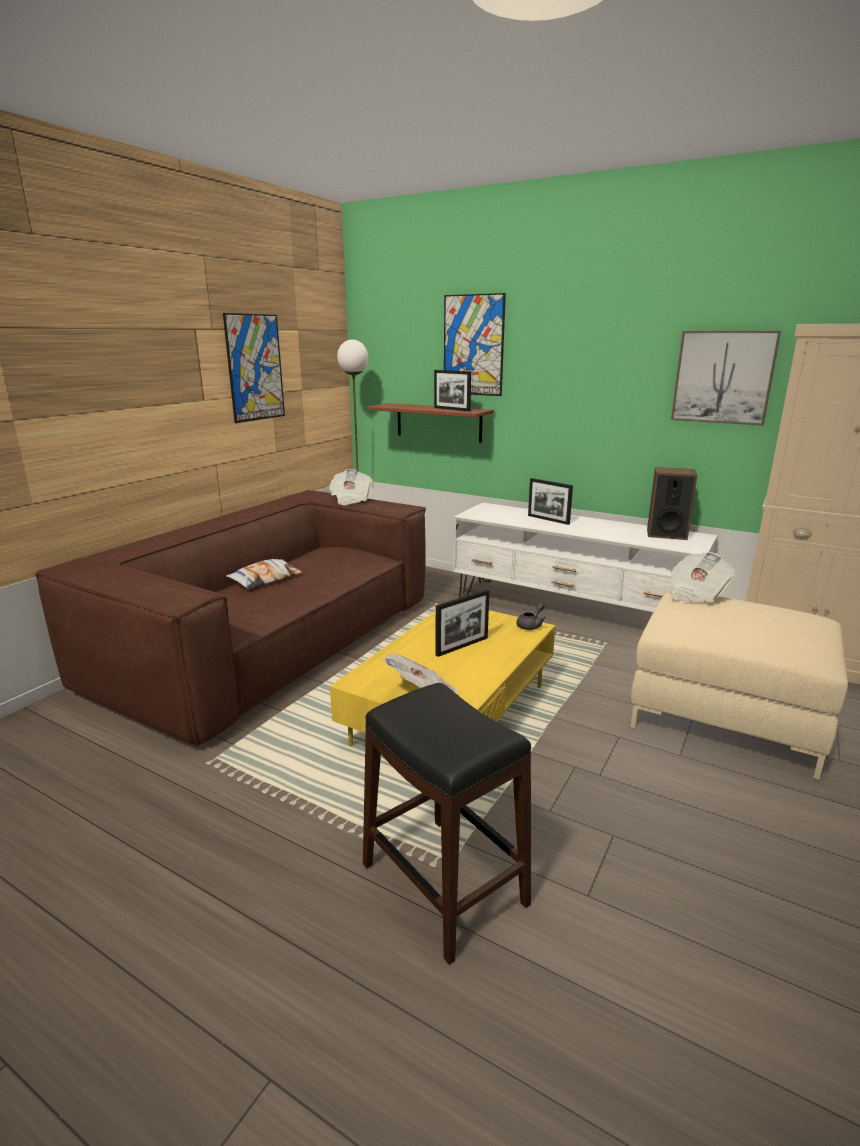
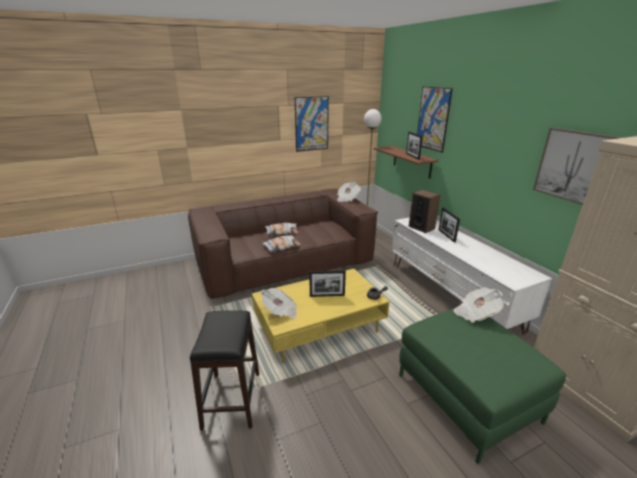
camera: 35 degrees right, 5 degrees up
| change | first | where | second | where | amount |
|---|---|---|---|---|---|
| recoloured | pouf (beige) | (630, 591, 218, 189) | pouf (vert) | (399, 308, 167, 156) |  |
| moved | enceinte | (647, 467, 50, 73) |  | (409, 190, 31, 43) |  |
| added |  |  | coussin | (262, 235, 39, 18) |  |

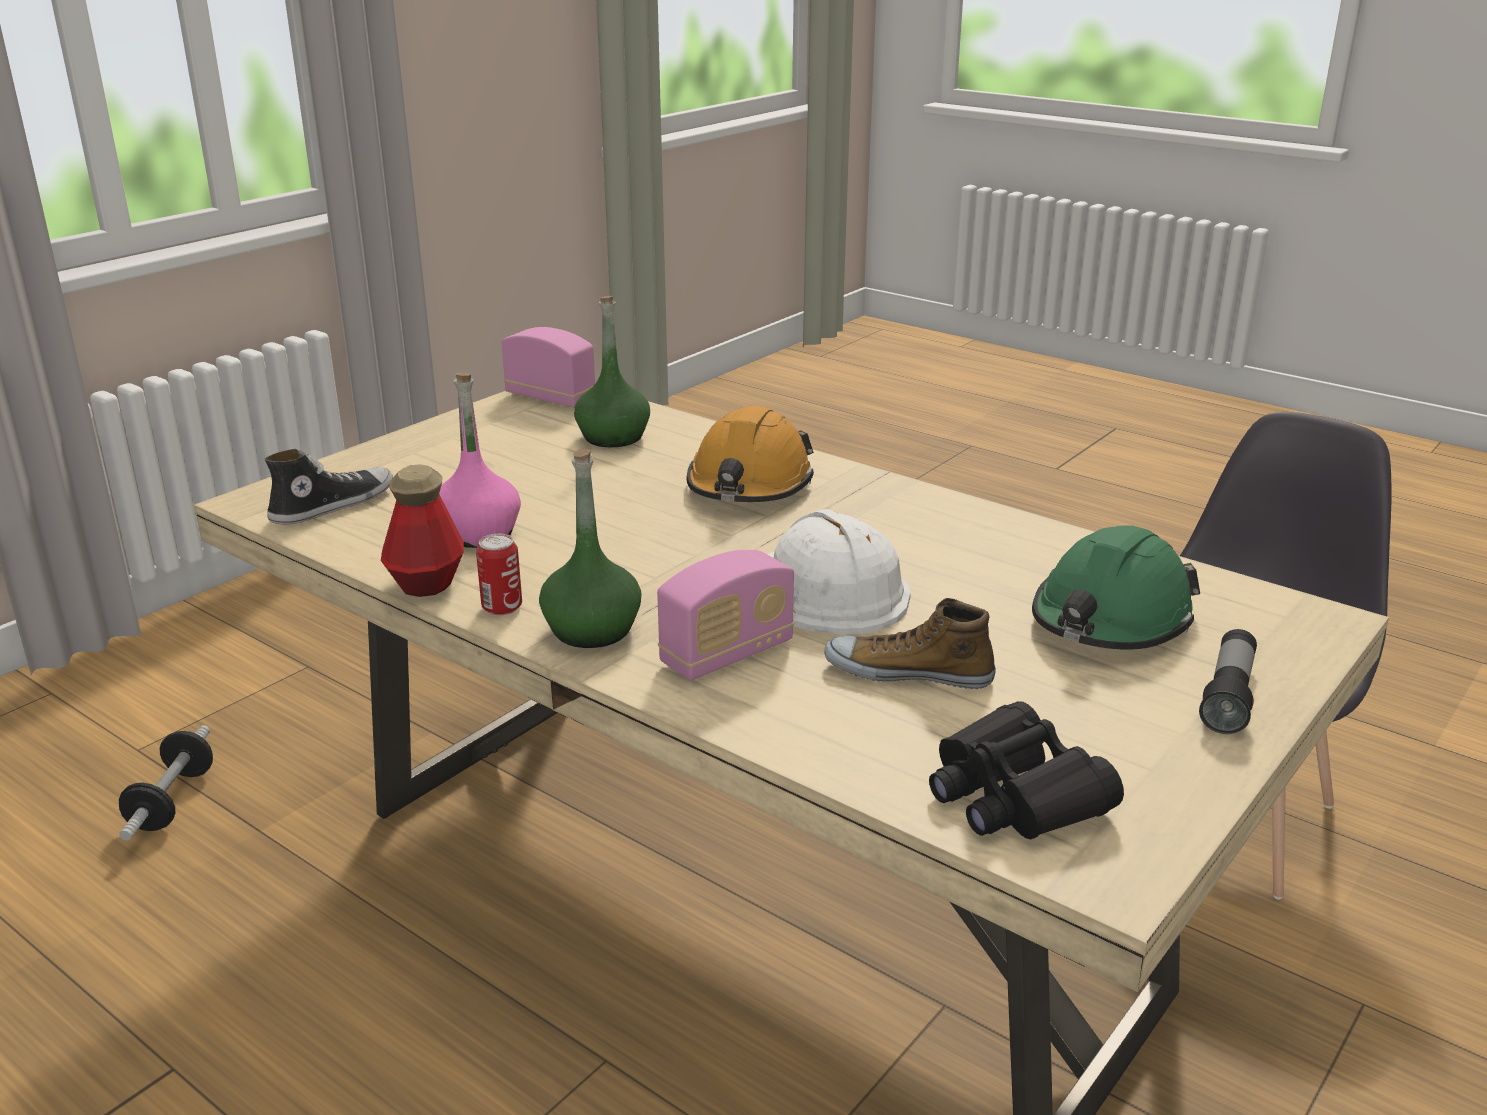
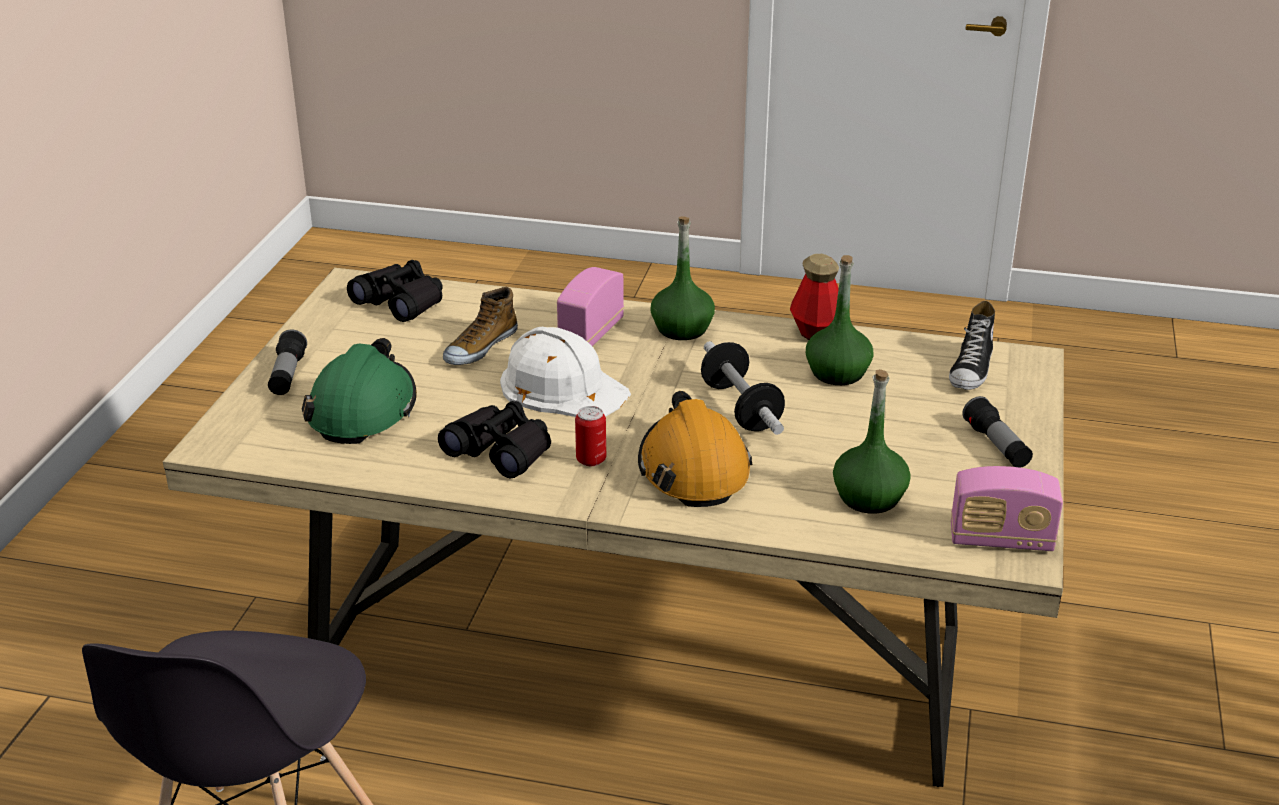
camera: 155 degrees right, 5 degrees up
| change | first | where | second | where | amount |
|---|---|---|---|---|---|
| moved | haltère | (119, 725, 94, 116) |  | (701, 341, 84, 94) |  |
| recoloured | bouteille (rose) | (439, 372, 82, 176) | bouteille (vert) | (806, 255, 68, 130) |  |
| moved | boîte métallique | (476, 534, 46, 81) |  | (575, 406, 31, 60) |  |
| turned | chaussure | (824, 598, 172, 91) |  | (443, 287, 75, 78) | 135 degrees clockwise |
| added |  |  | jumelles (noir) | (438, 401, 113, 77) |  |
| added |  |  | lampe de poche | (962, 396, 71, 72) |  |

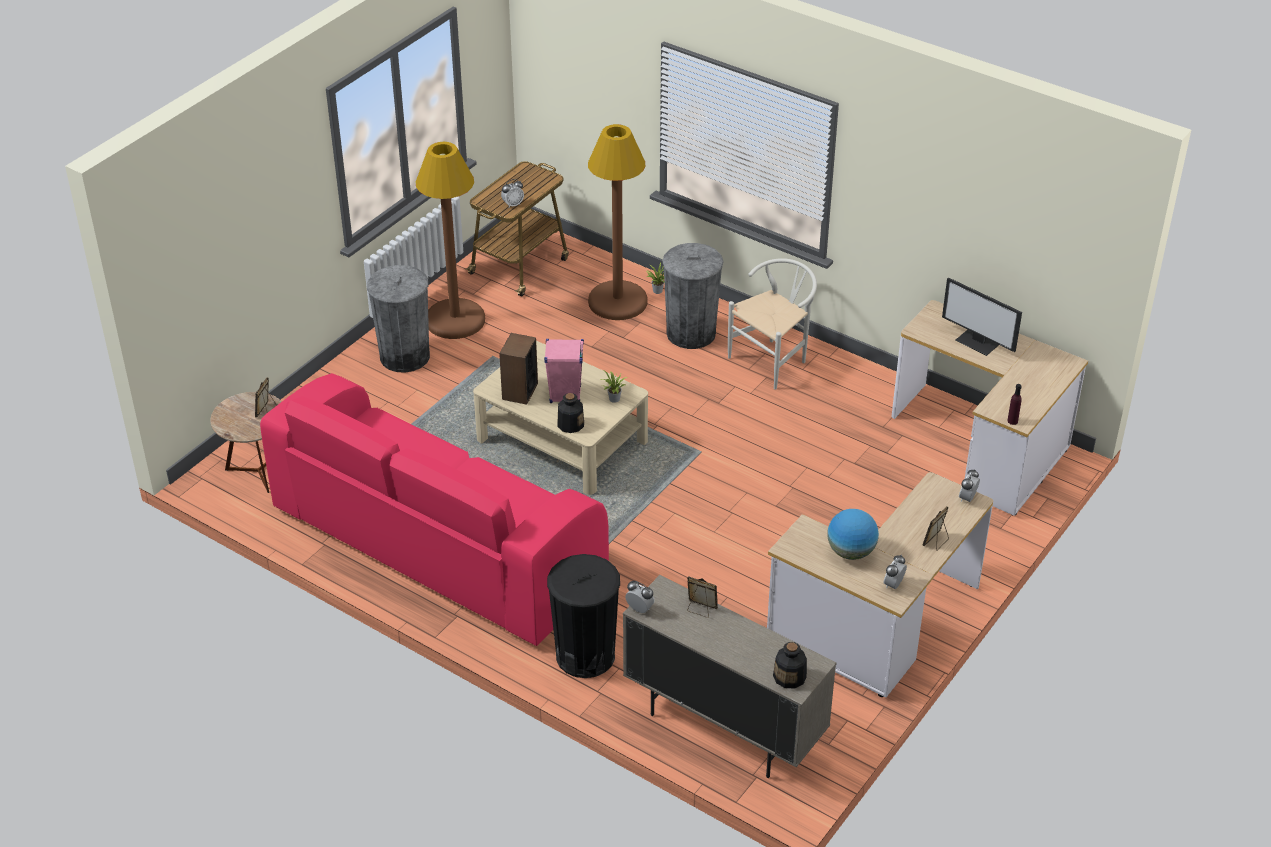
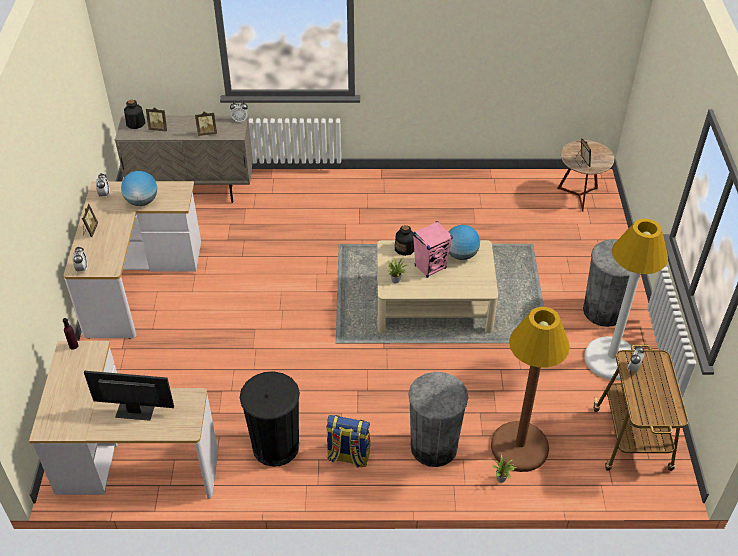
camera: 145 degrees right, 5 degrees up
| change | first | where | second | where | amount |
|---|---|---|---|---|---|
| removed | canapé (rose) | (260, 373, 349, 273) |  |  |  |
| recoloured | lampadaire (marron) | (416, 142, 69, 197) | lampadaire (blanc) | (584, 219, 84, 161) |  |
| replaced | enceinte | (499, 333, 39, 72) | globe | (449, 225, 31, 35) |  |
| moved | poubelle (noir) | (547, 554, 73, 124) |  | (240, 371, 60, 96) |  |
| replaced | chaise (blanc) | (728, 258, 89, 131) | sac à dos | (326, 415, 44, 53) |  |
| added |  |  | cadre photo | (146, 107, 21, 24) |  |

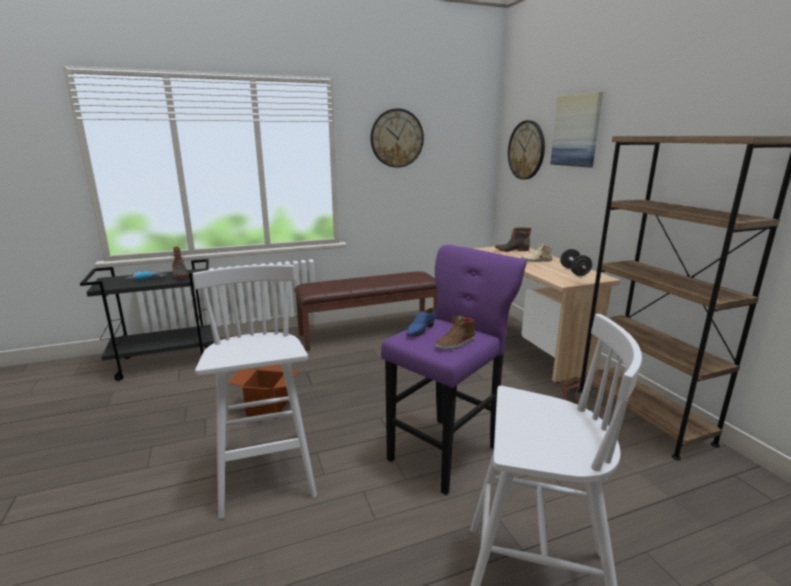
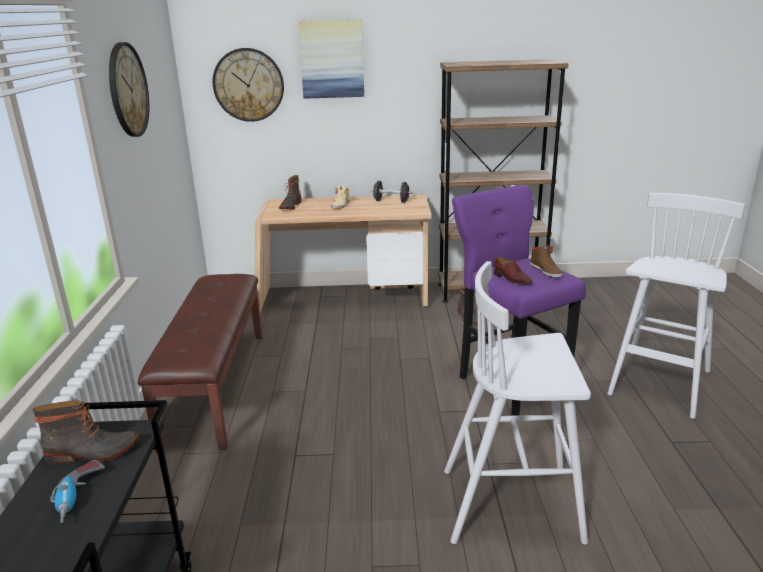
camera: 70 degrees left, 5 degrees up
| change | first | where | second | where | amount |
|---|---|---|---|---|---|
| removed | carton | (228, 364, 71, 55) |  |  |  |
| recoloured | chaussure (bleu) | (406, 308, 30, 29) | chaussure (marron) | (494, 257, 38, 28) |  |

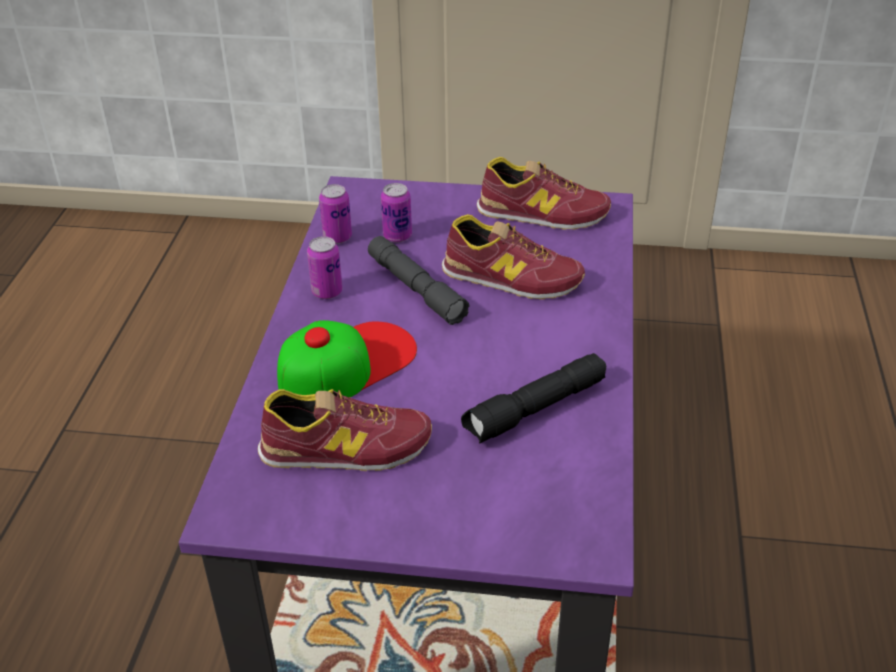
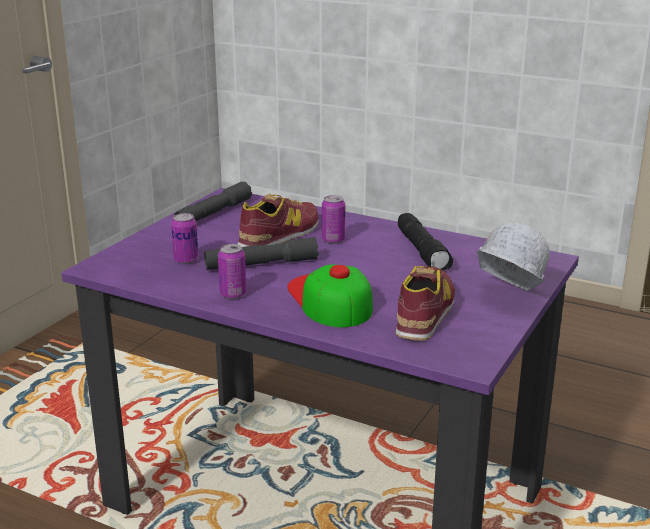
camera: 70 degrees left, 15 degrees down
| change | first | where | second | where | amount |
|---|---|---|---|---|---|
| moved | boîte métallique | (319, 184, 33, 60) |  | (322, 195, 23, 49) |  |
| replaced | chaussure | (477, 157, 134, 73) | lampe de poche (gris) | (174, 182, 78, 40) |  |
| added |  |  | casque de chantier (blanc) | (477, 222, 72, 69) |  |

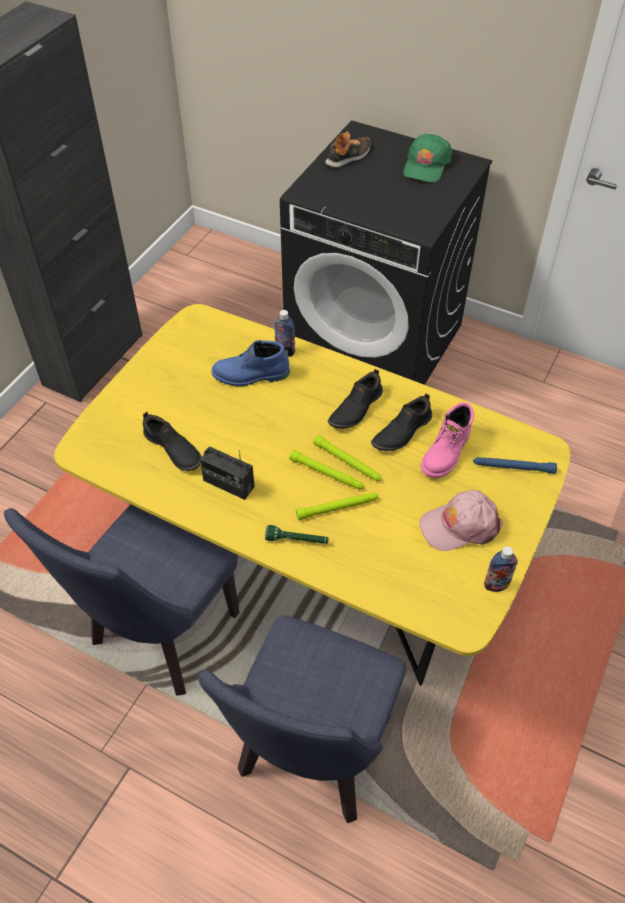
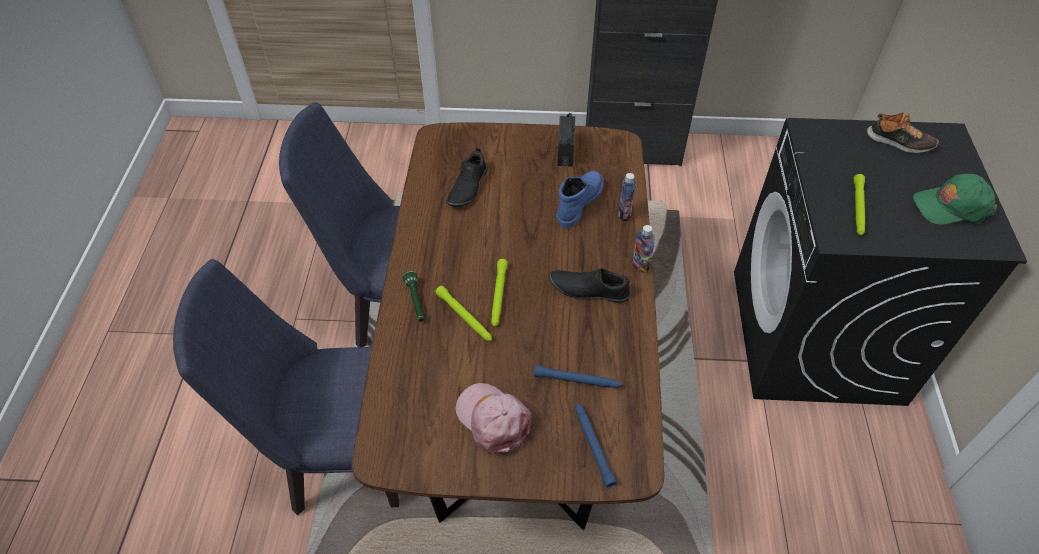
camera: 65 degrees right, 0 degrees up
| change | first | where | second | where | amount |
|---|---|---|---|---|---|
| recoloured | table à manger (jaune) | (54, 304, 517, 382) | table à manger (marron) | (352, 122, 312, 408) |  |
| moved | radio | (200, 447, 55, 53) |  | (557, 113, 18, 54) |  |
| turned | botte (bleu) | (211, 340, 79, 46) |  | (556, 171, 48, 57) | 60 degrees clockwise |
| moved | lampe de poche (vert) | (313, 435, 69, 46) |  | (854, 174, 11, 61) |  |
| removed | chaussure (noir) | (371, 393, 61, 58) |  |  |  |
| replaced | botte (rose) | (421, 402, 53, 76) | lampe de poche (bleu) | (534, 365, 88, 23) |  |
| moved | bouteille | (484, 546, 34, 46) |  | (632, 225, 23, 48) |  |

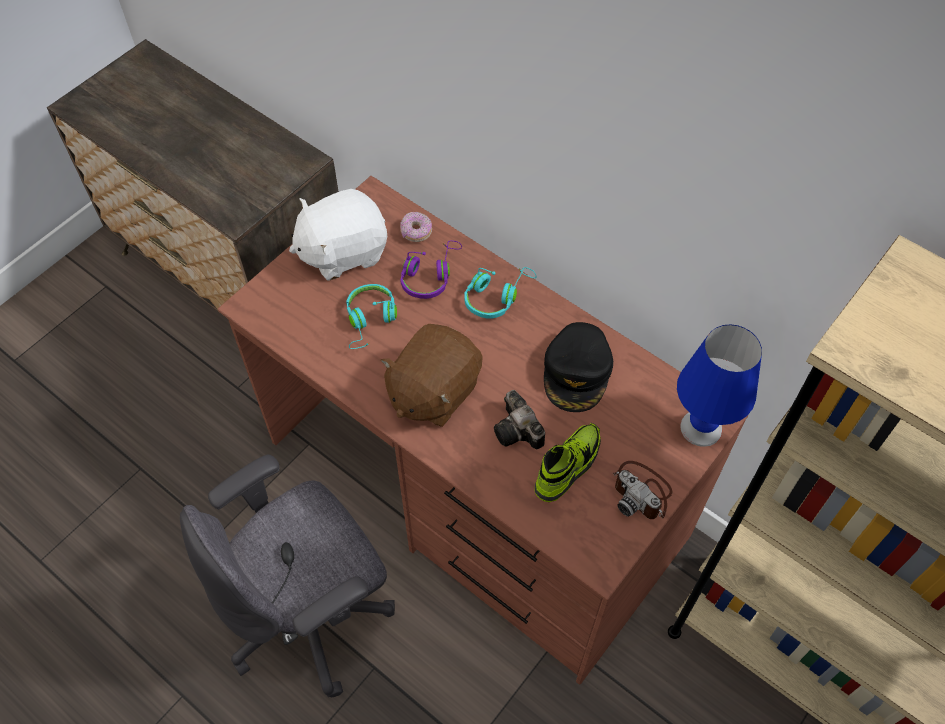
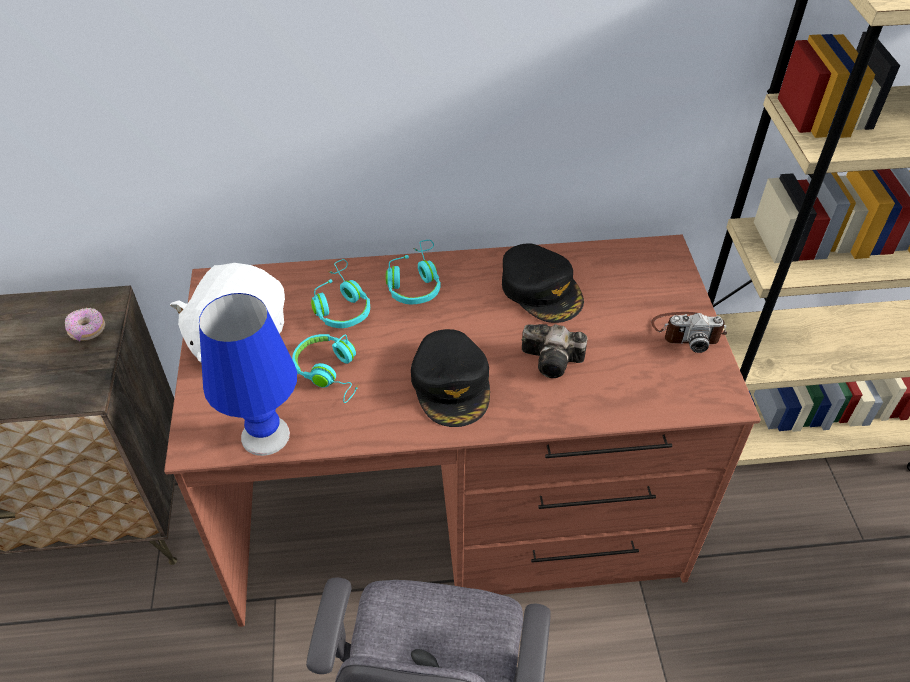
camera: 45 degrees left, 10 degrees down
| change | first | where | second | where | amount |
|---|---|---|---|---|---|
| replaced | peluche (marron) | (381, 324, 102, 103) | casquette (noir) | (411, 329, 79, 98) |  |
| moved | beignet | (400, 212, 32, 30) |  | (65, 308, 40, 33) |  |
| recoloured | casque audio (violet) | (400, 240, 62, 59) | casque audio (turquoise) | (311, 259, 59, 69) |  |
| removed | chaussure | (534, 423, 67, 79) |  |  |  |
| moved | lampe de table (bleu) | (677, 324, 85, 123) |  | (199, 293, 98, 163) |  |

